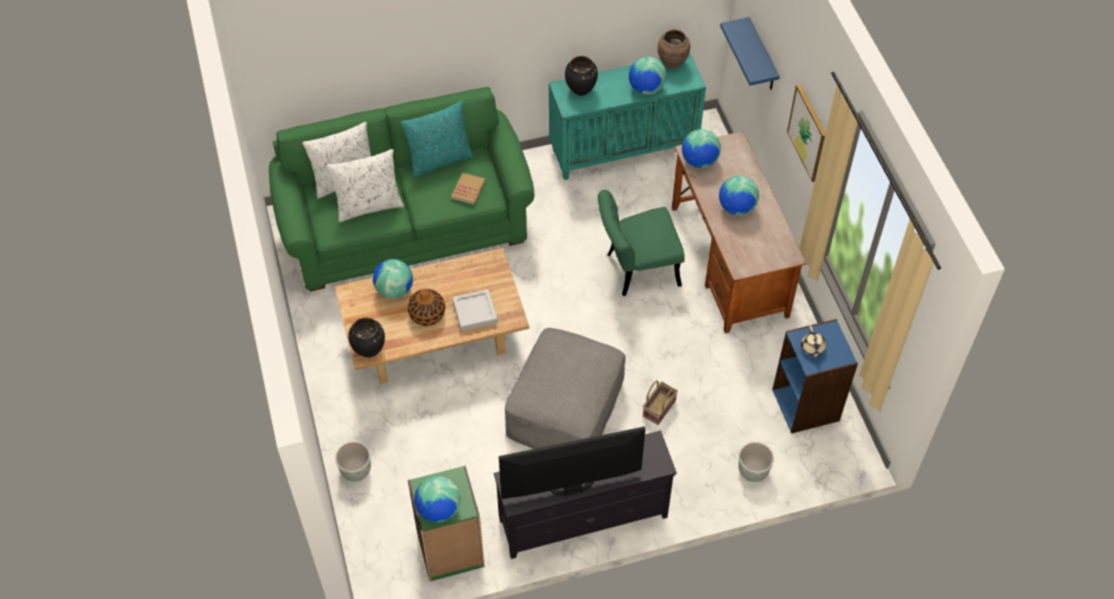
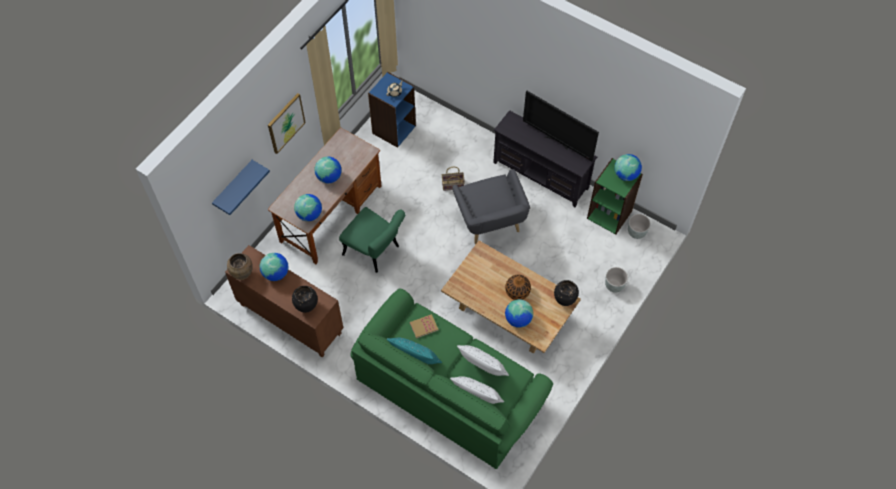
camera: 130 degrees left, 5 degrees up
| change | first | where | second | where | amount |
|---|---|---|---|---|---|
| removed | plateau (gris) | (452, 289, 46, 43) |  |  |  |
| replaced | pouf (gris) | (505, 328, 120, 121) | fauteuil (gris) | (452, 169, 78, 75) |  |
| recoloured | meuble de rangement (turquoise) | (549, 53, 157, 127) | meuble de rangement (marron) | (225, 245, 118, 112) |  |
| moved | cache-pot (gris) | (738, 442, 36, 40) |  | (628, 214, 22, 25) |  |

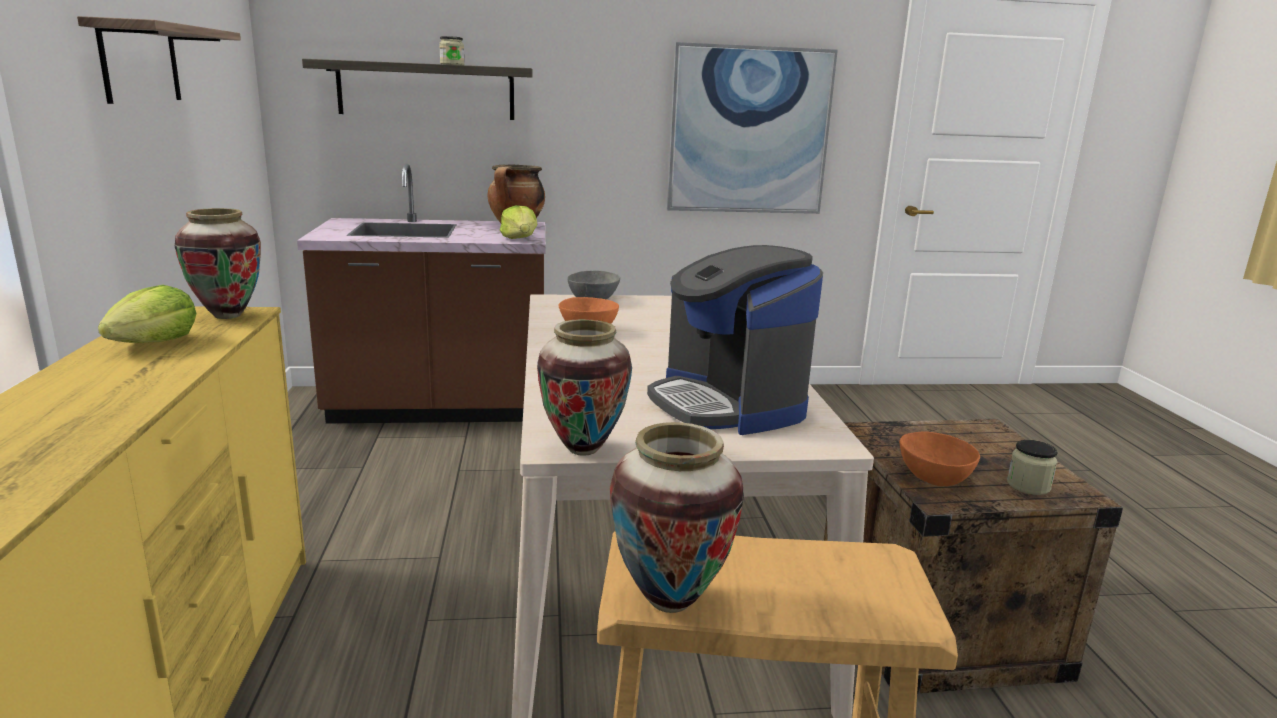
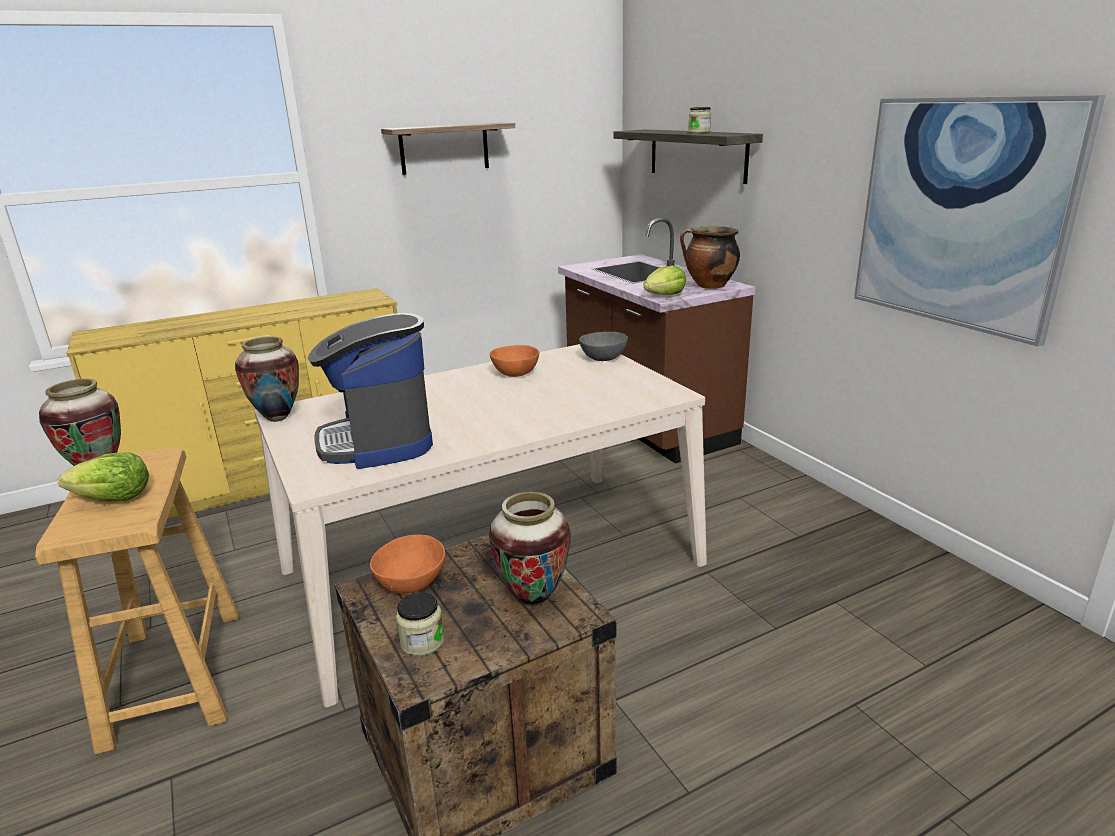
camera: 70 degrees right, 5 degrees up
| change | first | where | second | where | amount |
|---|---|---|---|---|---|
| moved | laitue | (98, 285, 98, 58) |  | (57, 452, 92, 49) |  |
| moved | vase | (175, 208, 86, 111) |  | (489, 492, 82, 114) |  |
| turned | machine à café | (647, 245, 176, 190) |  | (308, 313, 125, 156) | 60 degrees counterclockwise |

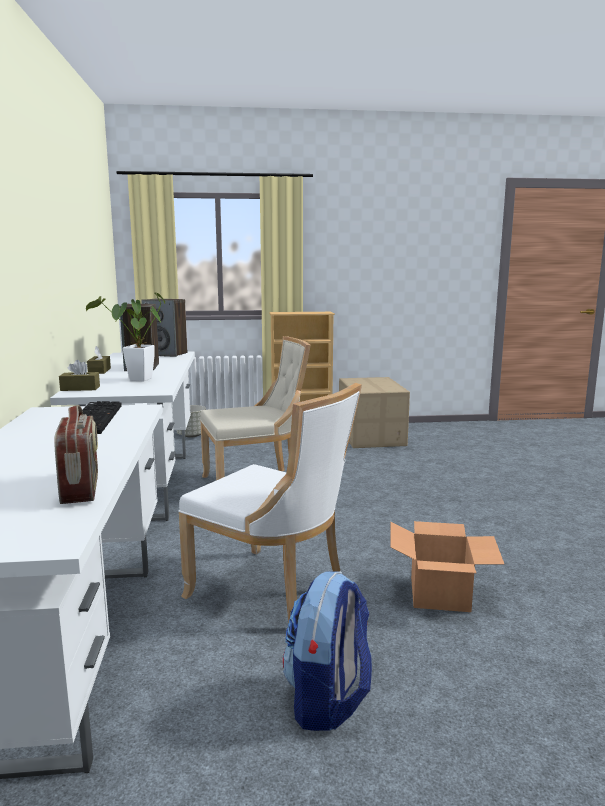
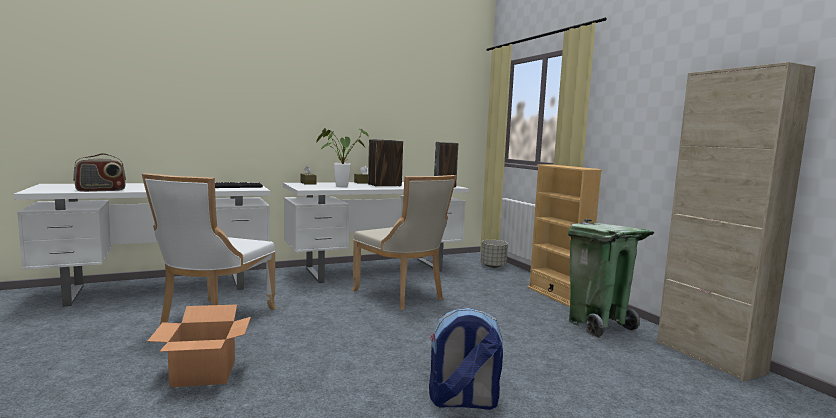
camera: 70 degrees right, 5 degrees down
| change | first | where | second | where | amount |
|---|---|---|---|---|---|
| moved | sac à dos | (283, 571, 89, 160) |  | (429, 308, 74, 102) |  |
| replaced | carton | (339, 377, 71, 71) | poubelle (vert) | (568, 219, 86, 120) |  |
| added |  |  | meuble de rangement (beige) | (657, 62, 159, 320) |  |

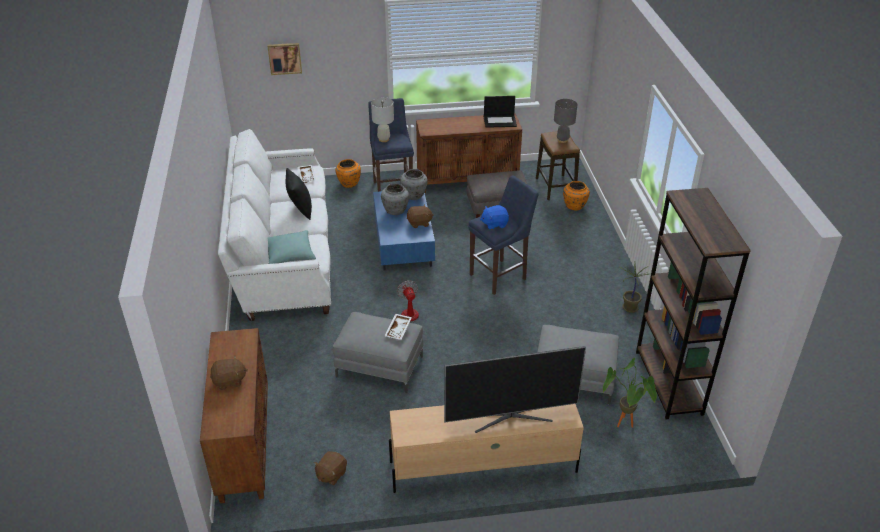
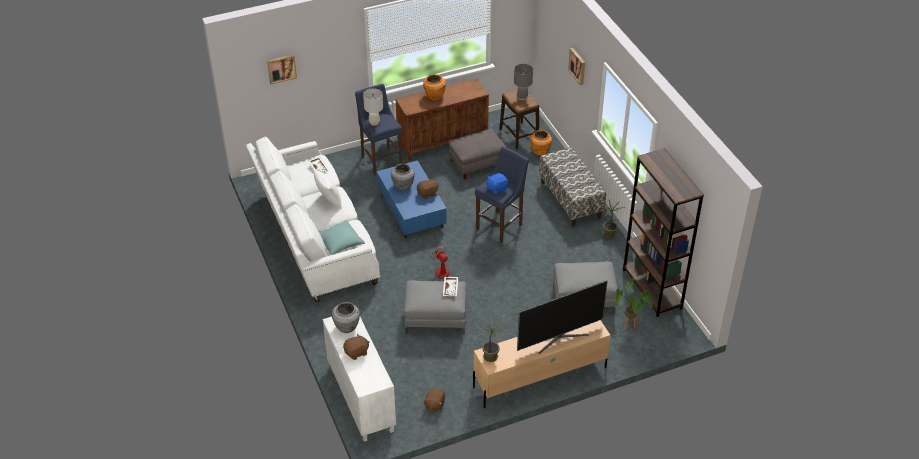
camera: 15 degrees left, 5 degrees up
| change | first | where | second | where | amount |
|---|---|---|---|---|---|
| recoloured | meuble de rangement (marron) | (200, 328, 68, 176) | meuble de rangement (blanc) | (323, 317, 73, 125) |  |
| recoloured | coussin (noir) | (286, 168, 26, 52) | coussin (blanc) | (313, 169, 29, 40) |  |
| moved | vase (orange) | (335, 159, 26, 29) |  | (423, 74, 23, 26) |  |
| moved | vase (gris) | (400, 169, 28, 31) |  | (332, 302, 28, 31) |  |
| removed | ordinateur portable | (484, 96, 33, 32) |  |  |  |
| added |  |  | plante en pot | (476, 319, 31, 43) |  |
| added |  |  | banc | (539, 147, 67, 80) |  |
| added |  |  | tableau | (568, 48, 17, 37) |  |

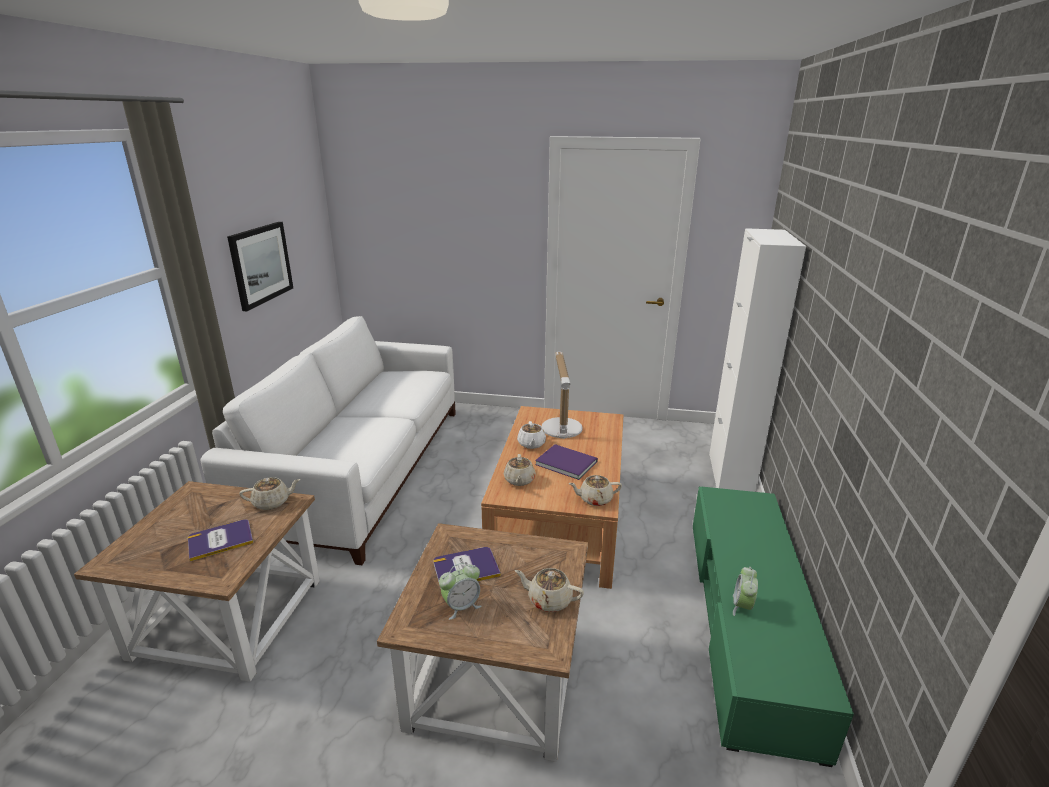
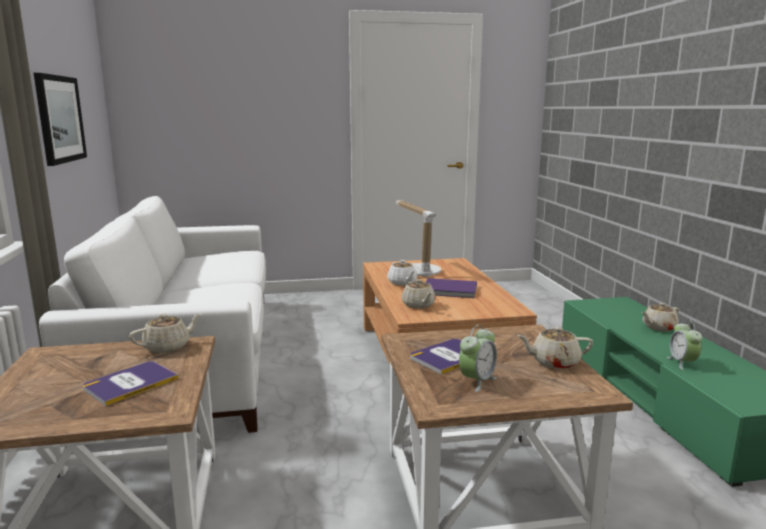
camera: 20 degrees left, 10 degrees down
| change | first | where | second | where | amount |
|---|---|---|---|---|---|
| moved | théière (beige) | (568, 475, 54, 31) |  | (642, 303, 37, 28) |  |
| removed | meuble de rangement (blanc) | (709, 228, 97, 264) |  |  |  |

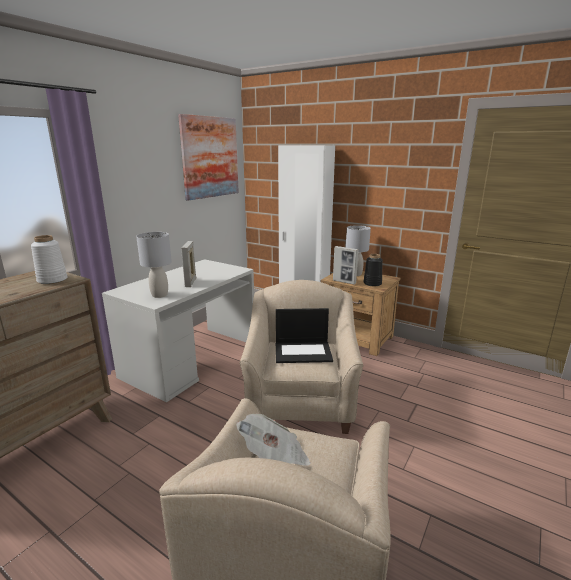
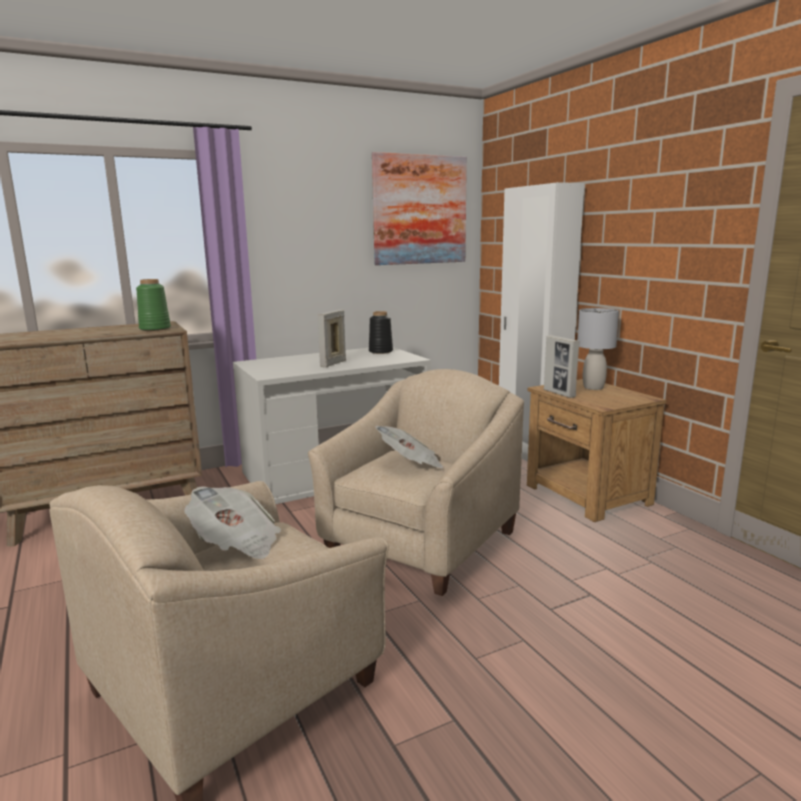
camera: 30 degrees right, 5 degrees down
| change | first | where | second | where | amount |
|---|---|---|---|---|---|
| recoloured | vase (blanc) | (31, 235, 37, 49) | vase (vert) | (136, 279, 35, 52) |  |
| removed | lampe de table (gris) | (136, 232, 36, 66) |  |  |  |
| replaced | ordinateur portable | (276, 308, 57, 55) | journal | (375, 426, 68, 43) |  |
| moved | vase (noir) | (363, 254, 20, 32) |  | (369, 311, 24, 43) |  |

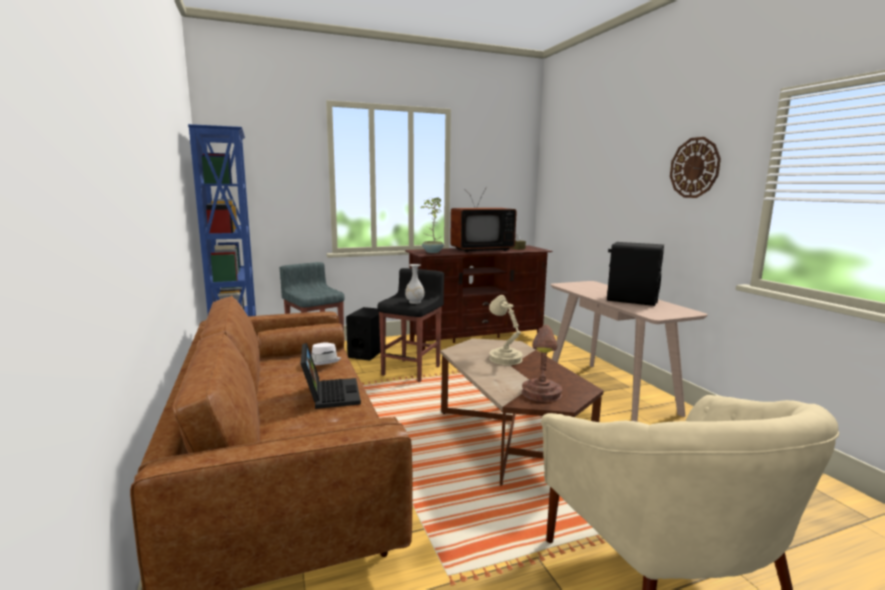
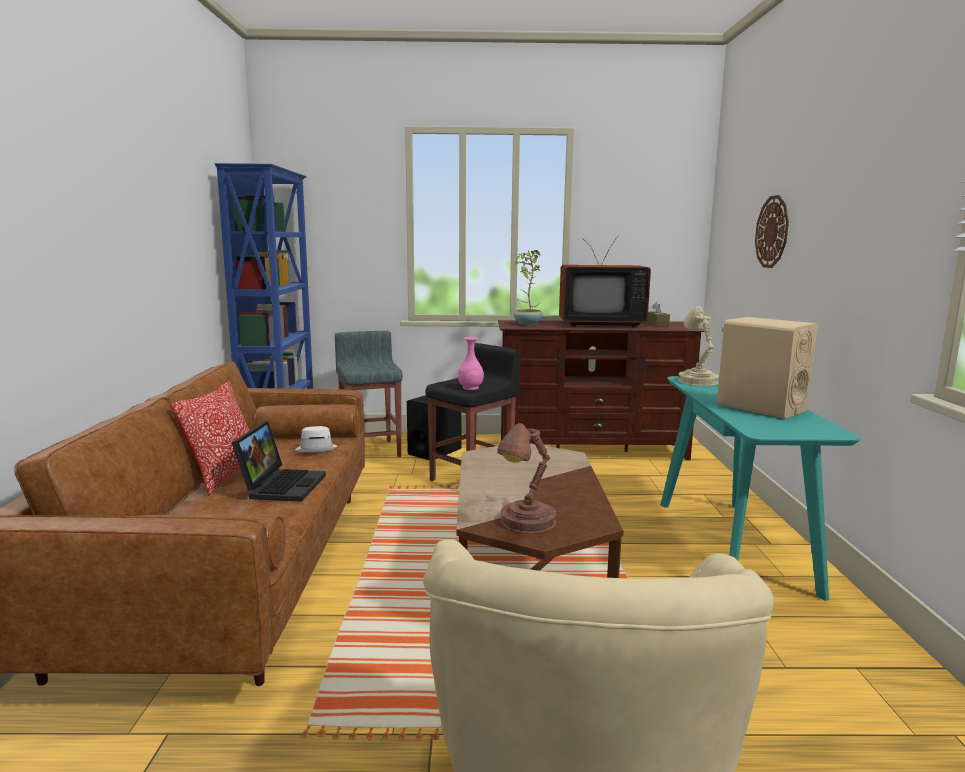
camera: 20 degrees right, 0 degrees up
| change | first | where | second | where | amount |
|---|---|---|---|---|---|
| recoloured | vase (blanc) | (405, 264, 20, 40) | vase (rose) | (458, 337, 26, 53) |  |
| moved | lampe de table (beige) | (489, 295, 34, 70) |  | (678, 306, 41, 80) |  |
| recoloured | table console (beige) | (551, 281, 157, 141) | table console (turquoise) | (660, 376, 200, 225) |  |
| recoloured | enceinte (noir) | (607, 242, 57, 64) | enceinte (beige) | (717, 317, 101, 102) |  |
| moved | horloge murale | (670, 137, 51, 61) |  | (755, 195, 34, 73) |  |
| added |  |  | coussin | (170, 381, 79, 115) |  |

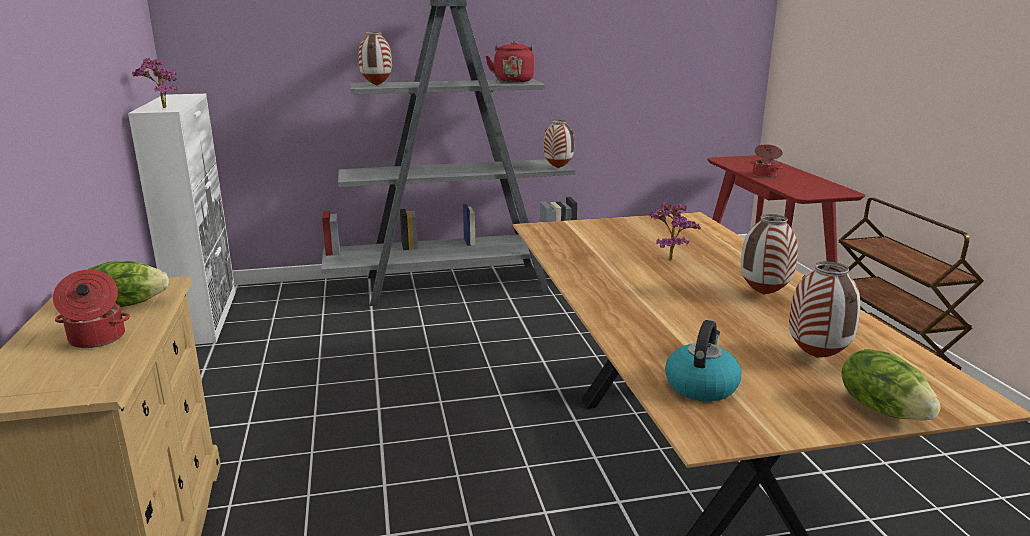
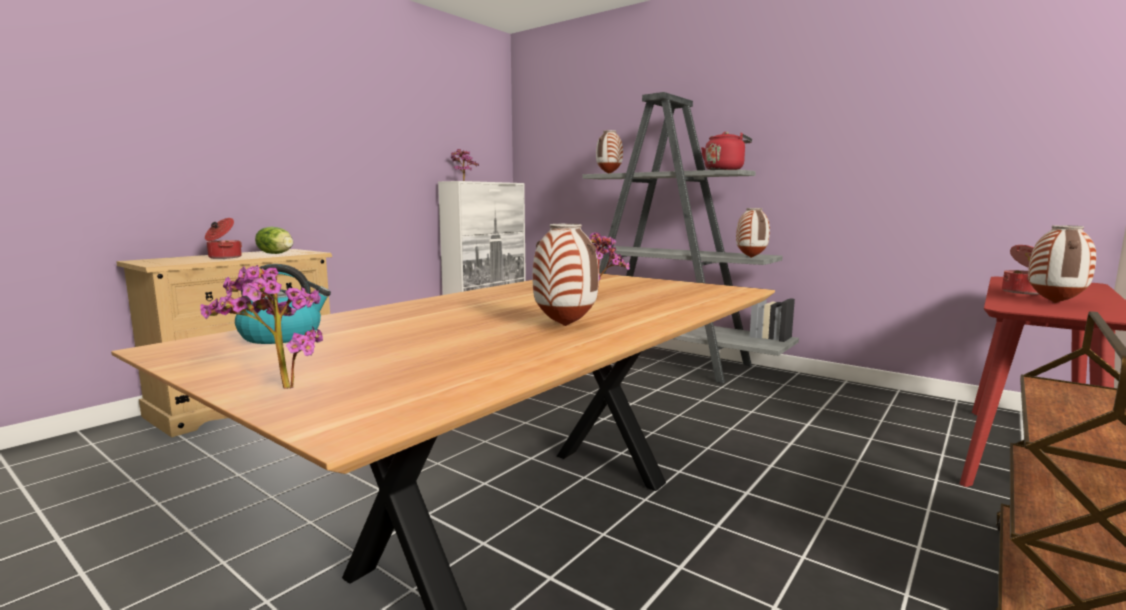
camera: 50 degrees right, 10 degrees down
| change | first | where | second | where | amount |
|---|---|---|---|---|---|
| moved | vase | (789, 261, 72, 97) |  | (1028, 225, 68, 78) |  |
| replaced | laitue | (841, 349, 100, 72) | plante en pot | (201, 265, 122, 124) |  |

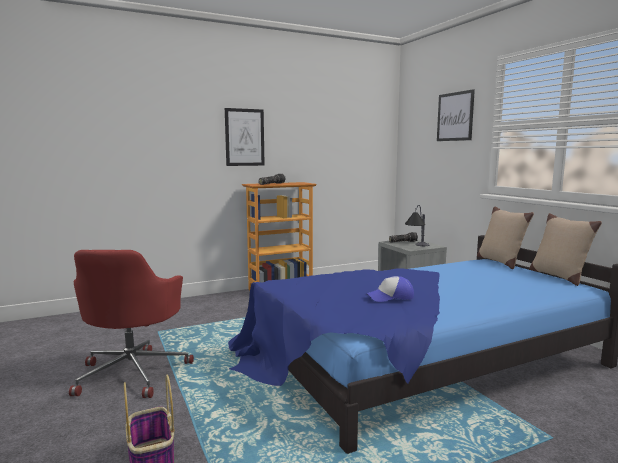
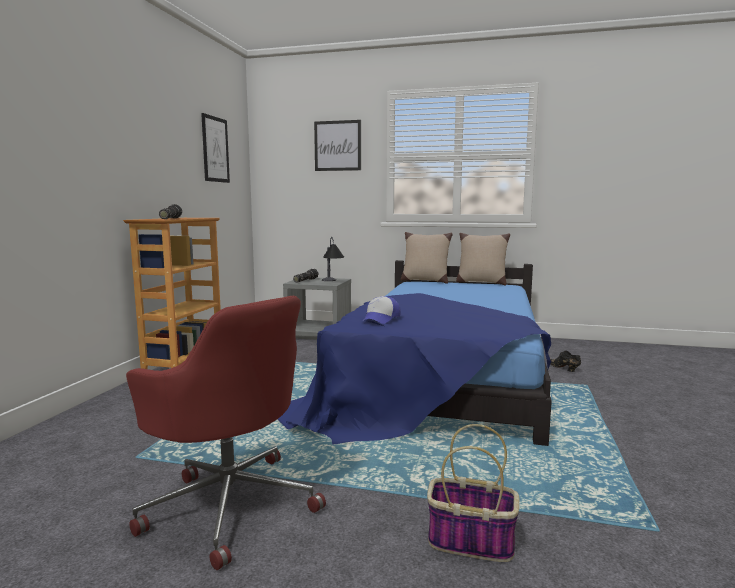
camera: 50 degrees left, 0 degrees up
| change | first | where | second | where | amount |
|---|---|---|---|---|---|
| moved | tableau | (225, 108, 39, 58) |  | (201, 113, 29, 70) |  |
| moved | casquette | (366, 276, 48, 26) |  | (364, 296, 37, 28) |  |
| added |  |  | chaussure (noir) | (550, 351, 31, 21) |  |

